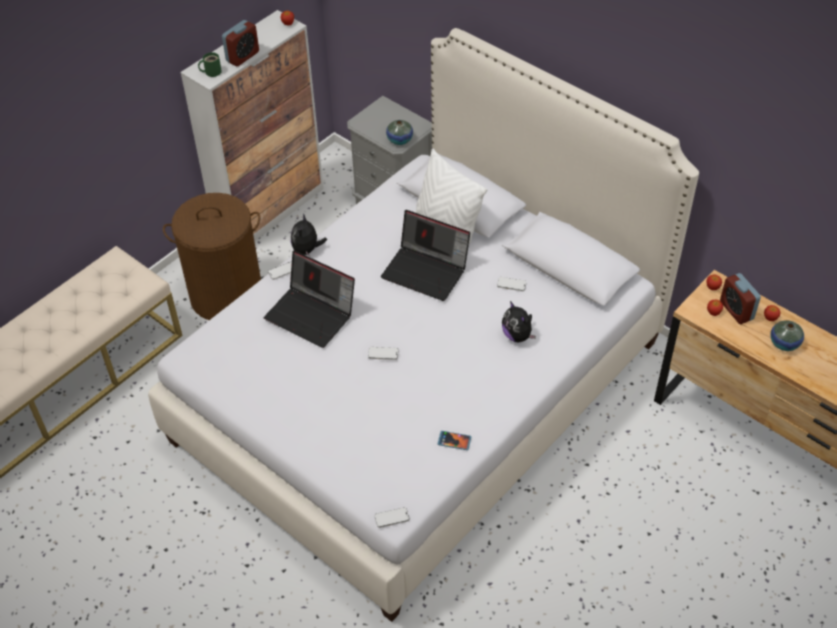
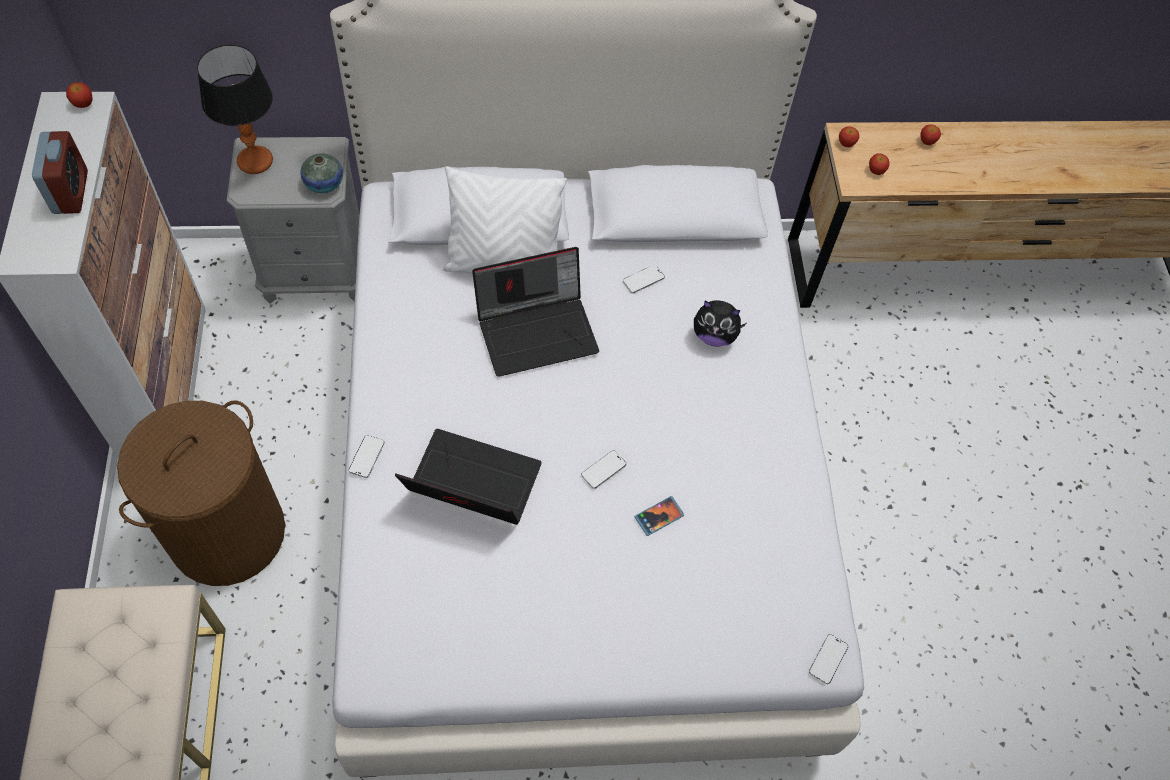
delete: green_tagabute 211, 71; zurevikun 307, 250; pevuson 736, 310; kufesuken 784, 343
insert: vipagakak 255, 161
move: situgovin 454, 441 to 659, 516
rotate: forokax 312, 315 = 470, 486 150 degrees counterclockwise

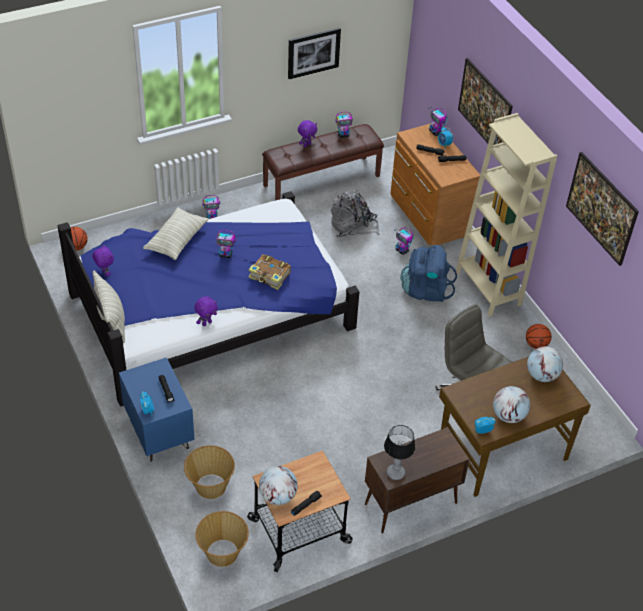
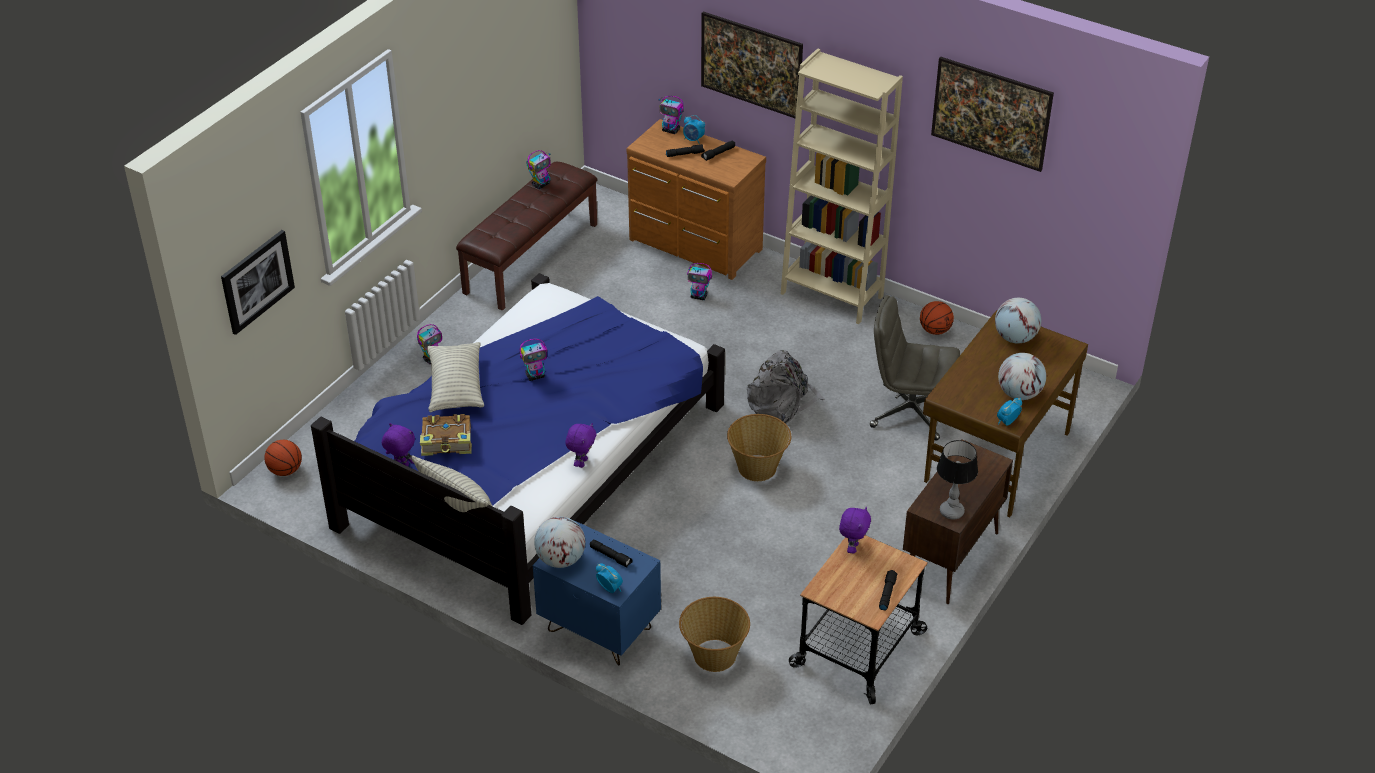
delete: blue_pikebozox 425, 290
move: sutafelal 313, 52 to 256, 281; purple_zurevikun 307, 145 to 852, 548; grey_pikebozox 353, 225 to 782, 403; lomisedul 270, 276 to 447, 442; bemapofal 277, 496 to 560, 559; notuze 222, 553 to 758, 468

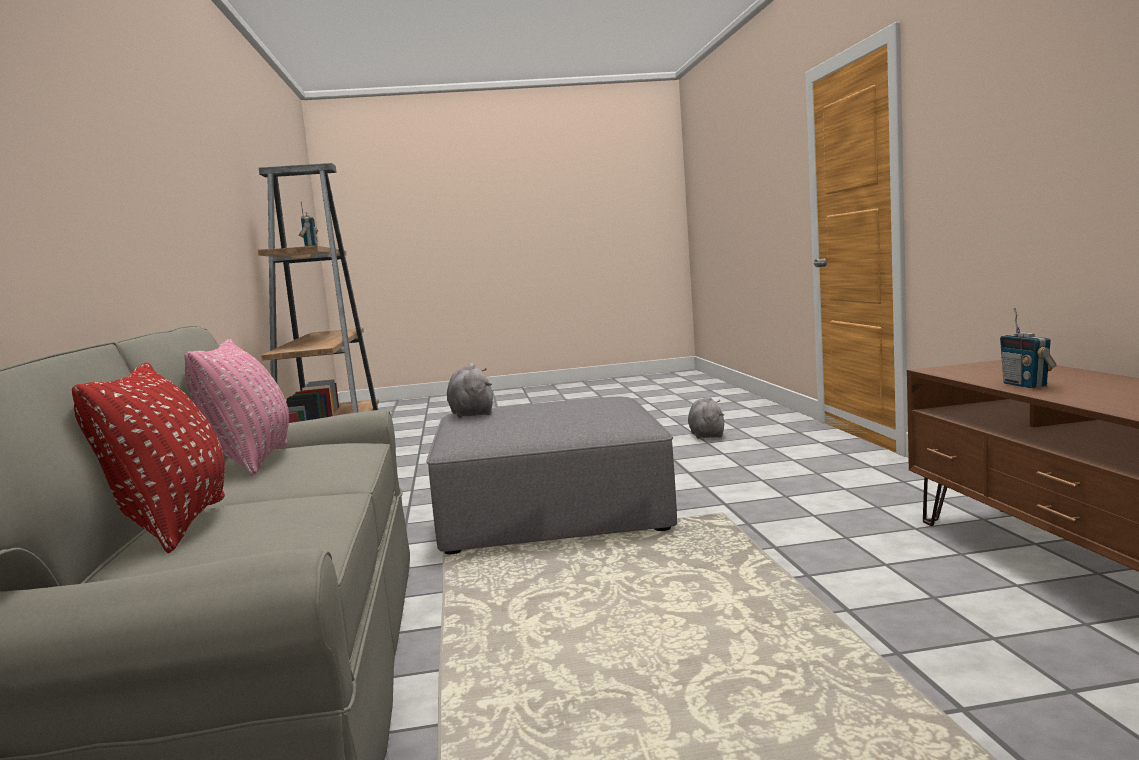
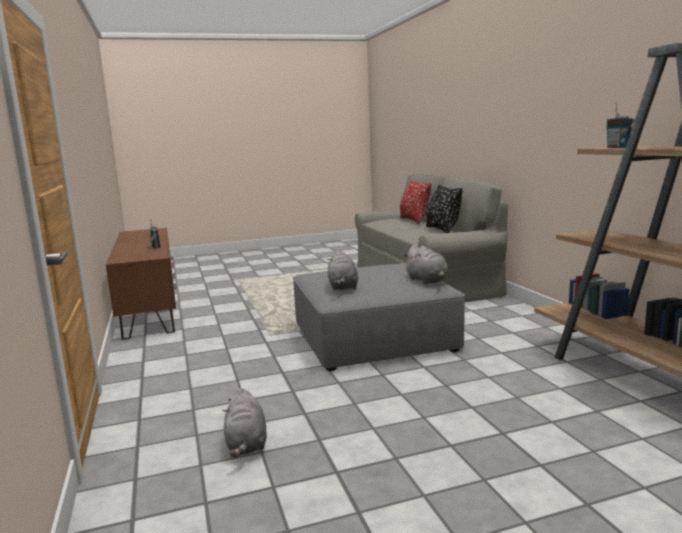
insert: grey_zurevikun 343, 287
recolor: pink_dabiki 251, 462 to black_dabiki 442, 229

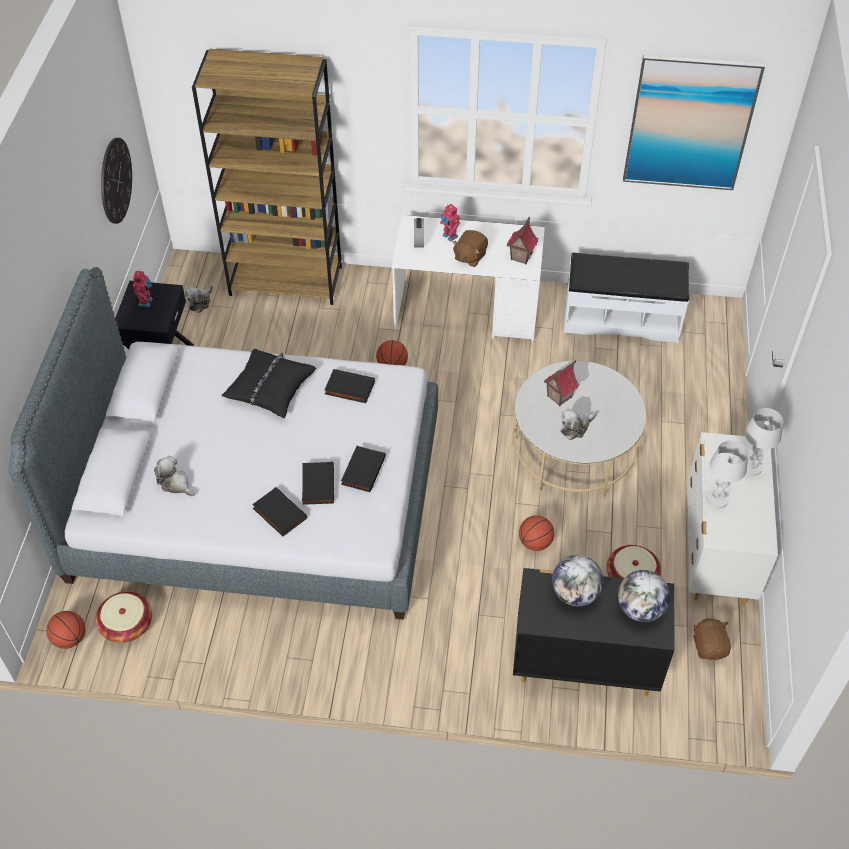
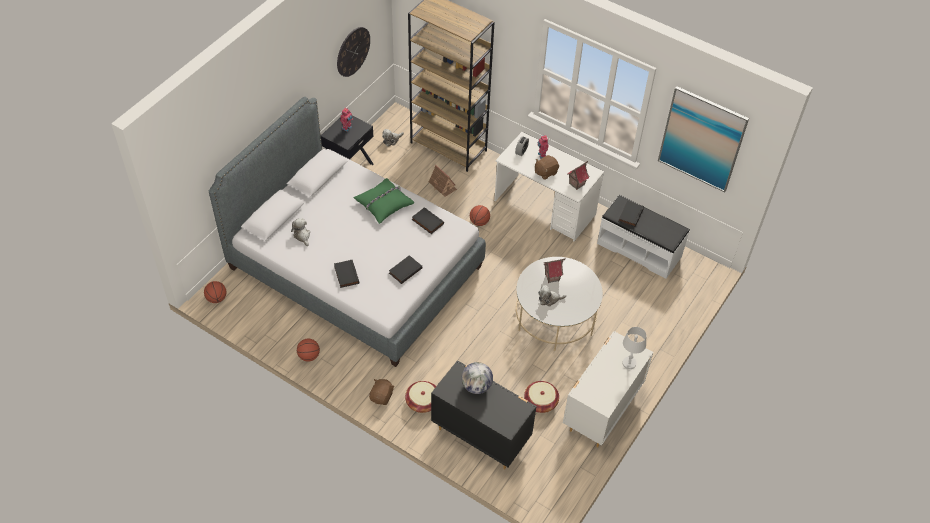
delete: white_vipagakak 717, 499; bemapofal 640, 608
insert: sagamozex 443, 186
move: black_lomisedul 317, 485 to 630, 214; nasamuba 535, 542 to 309, 356; notuze 127, 625 to 422, 402; brown_zurevikun 709, 646 to 382, 396
recolor: black_dabiki 270, 388 to green_dabiki 384, 204

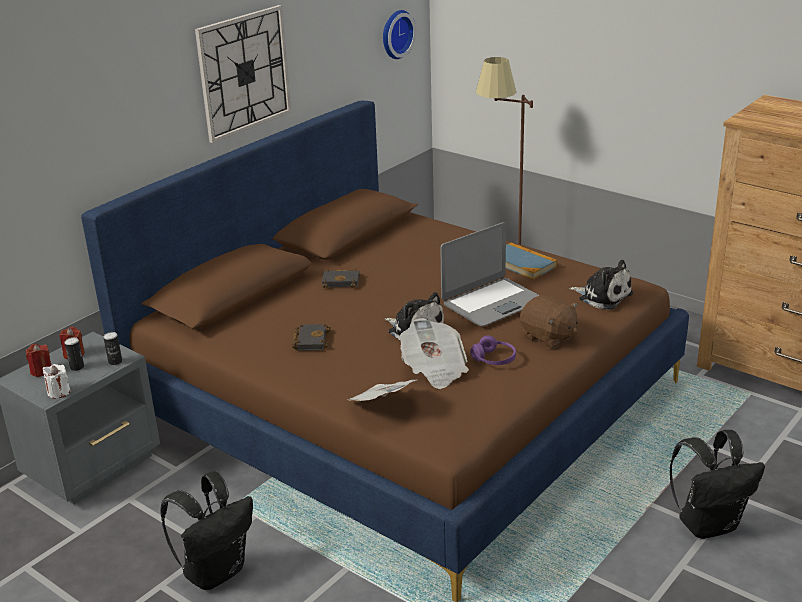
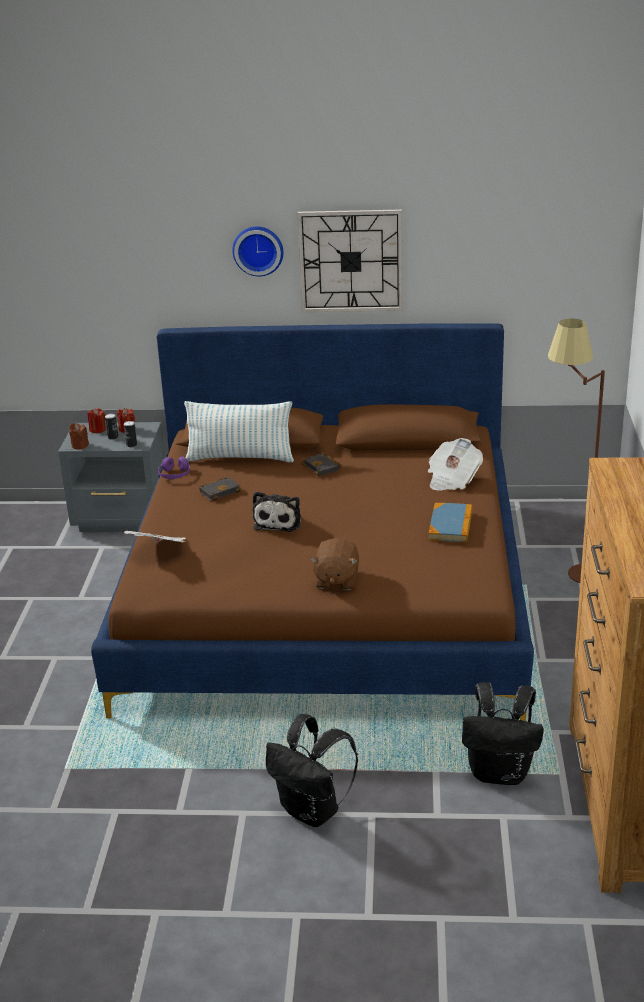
delete: forokax 492, 303; zurevikun 602, 296
insert: dabiki 240, 458
move: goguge 395, 34 to 258, 250; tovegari 434, 369 to 452, 479; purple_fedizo 494, 359 to 174, 475; black_pikebozox 215, 571 to 500, 772
recolor: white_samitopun 59, 392 to brown_samitopun 80, 445

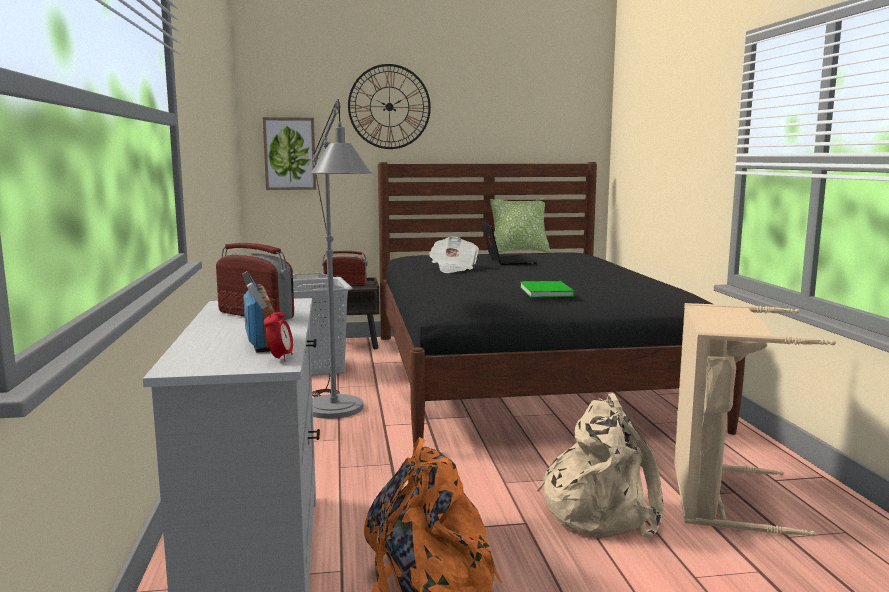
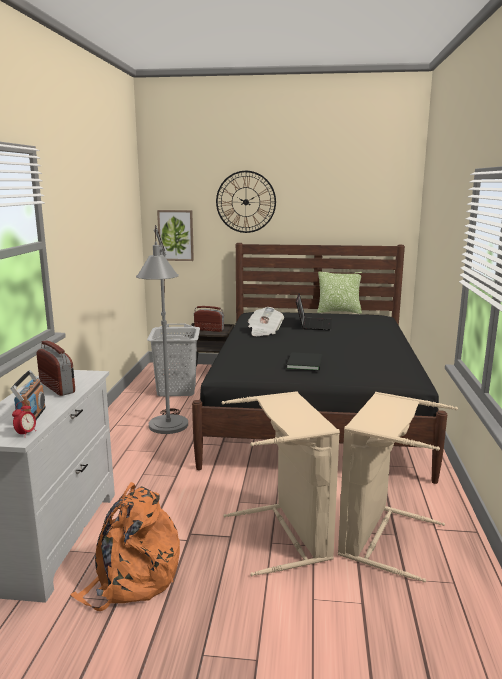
replace: beige_pikebozox 601, 511 to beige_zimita 287, 535
recolor: green_lomisedul 547, 291 to black_lomisedul 306, 362

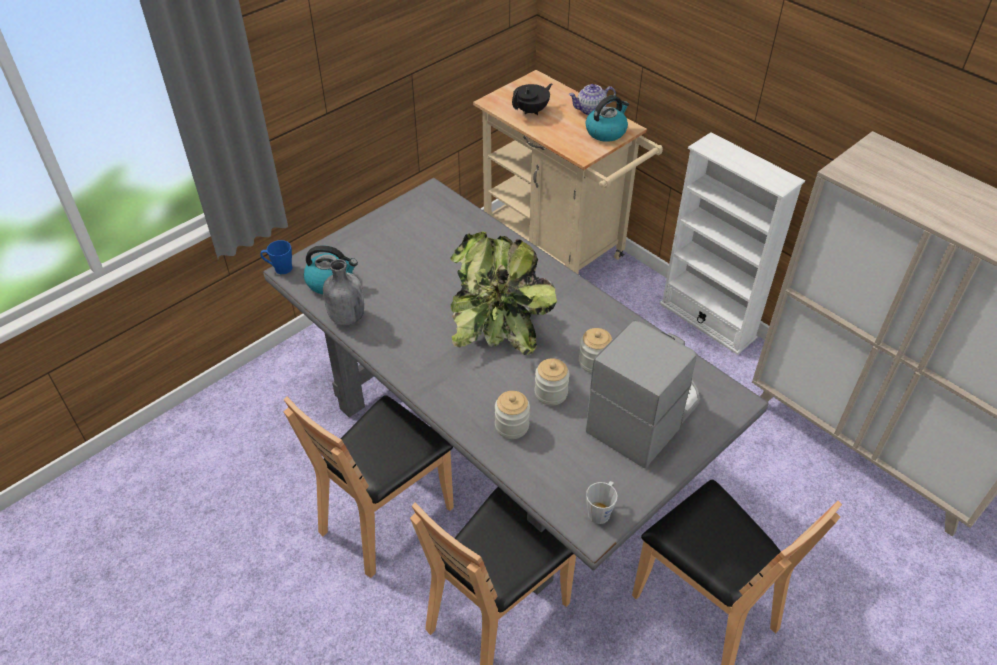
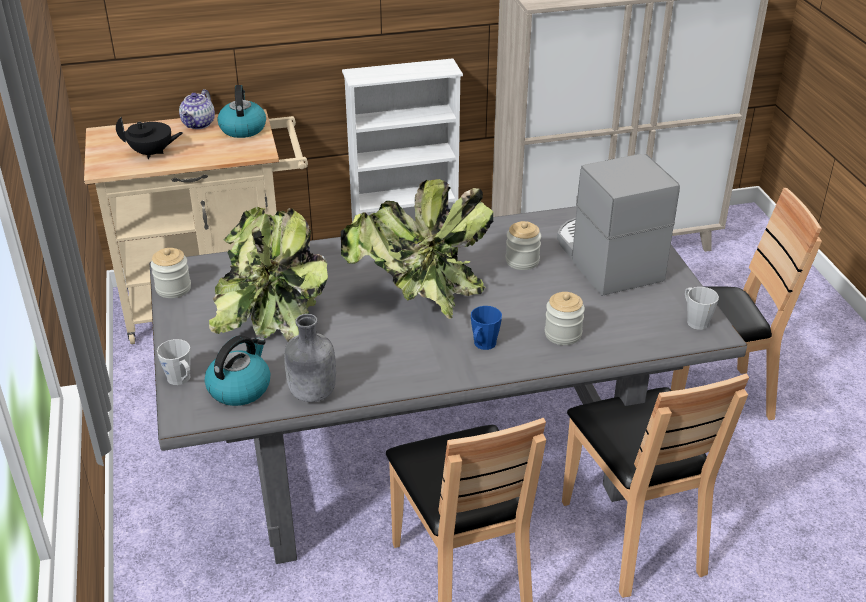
insert: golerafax 272, 316; grey_tagabute 181, 380
move: blue_tagabute 279, 268 to 483, 345; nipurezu 551, 393 to 173, 288
rotate: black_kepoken 531, 110 = 152, 153 105 degrees clockwise

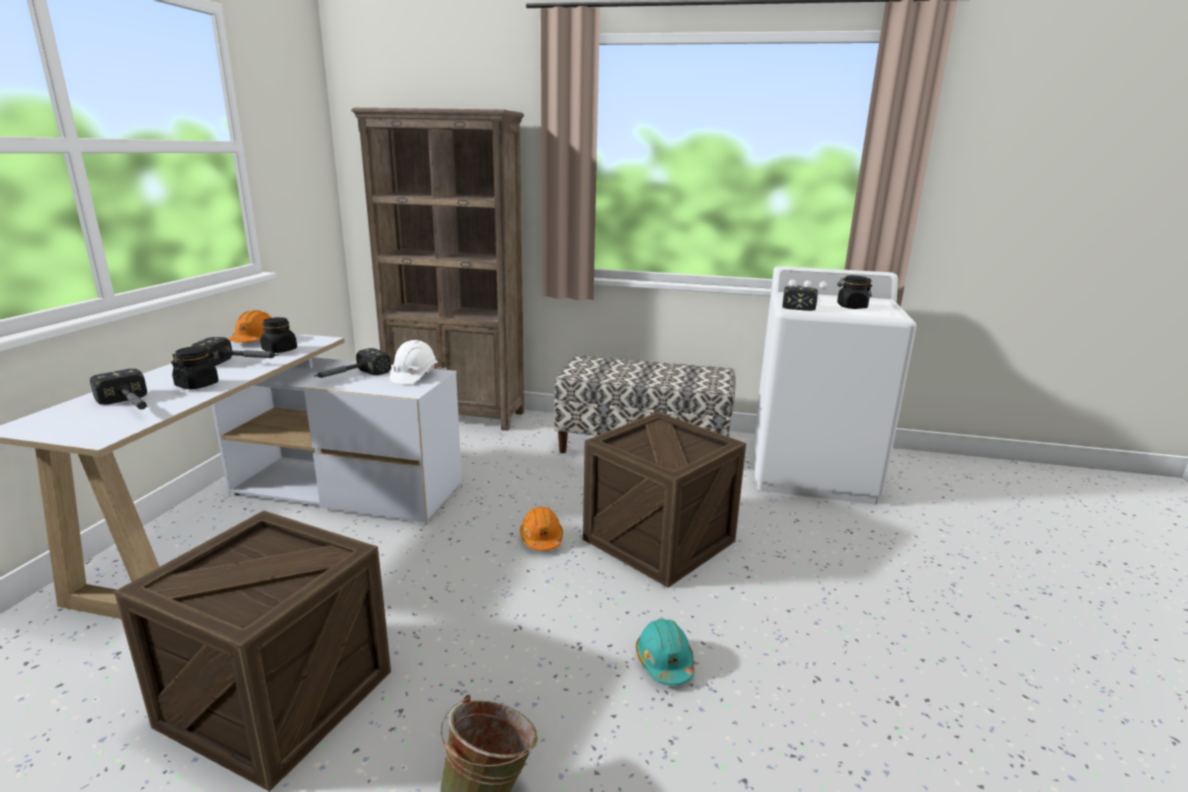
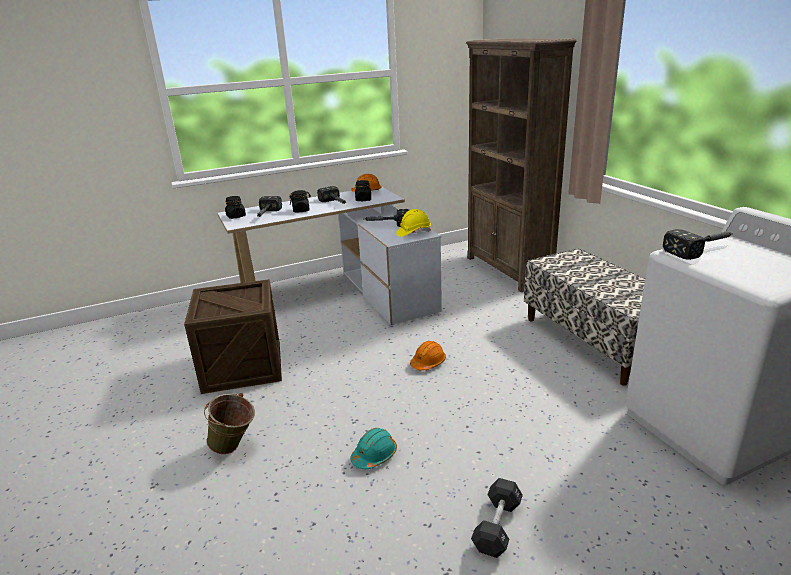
delete: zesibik 659, 540
insert: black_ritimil 497, 526
move: black_nipurezu 851, 307 to 236, 216
recolor: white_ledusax 414, 376 to yellow_ledusax 413, 232

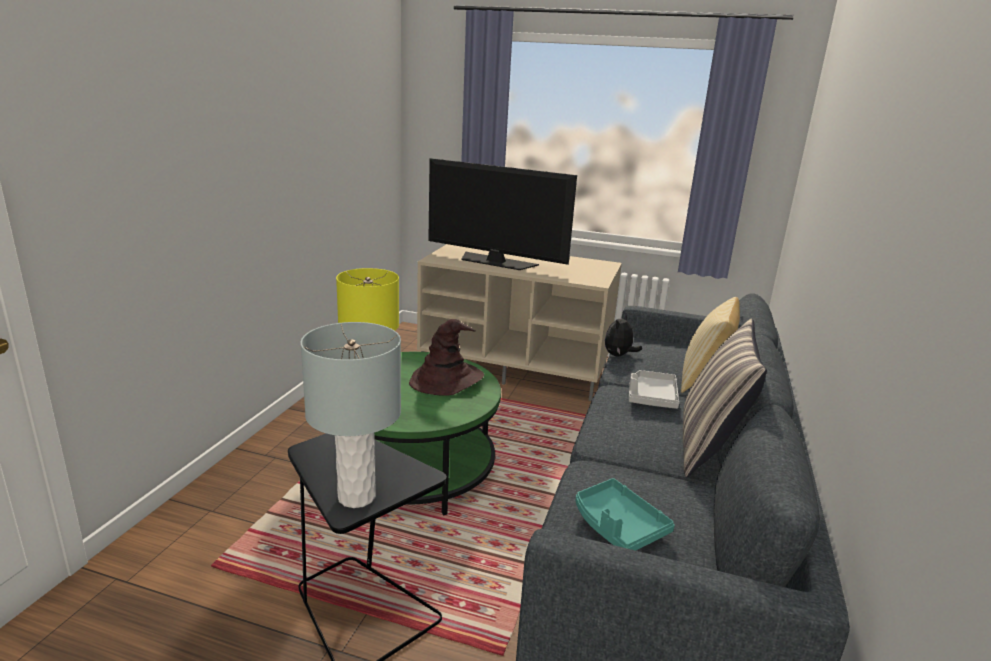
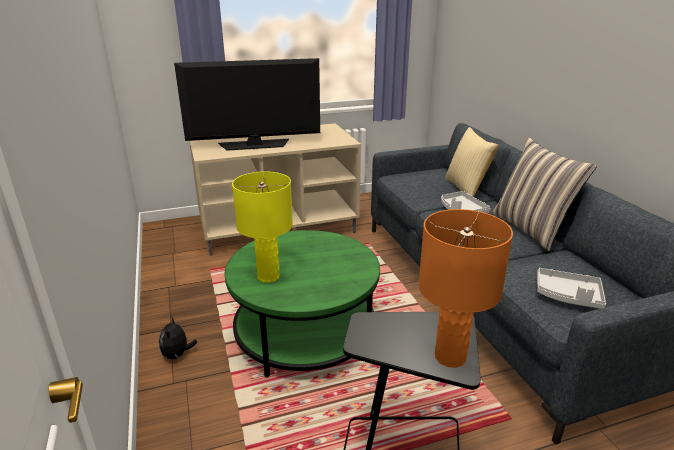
delete: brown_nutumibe 446, 380
move: zurevikun 619, 355 to 177, 355
recolor: grey_vipagakak 357, 496 to orange_vipagakak 450, 356; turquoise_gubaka 617, 526 to grey_gubaka 568, 296

